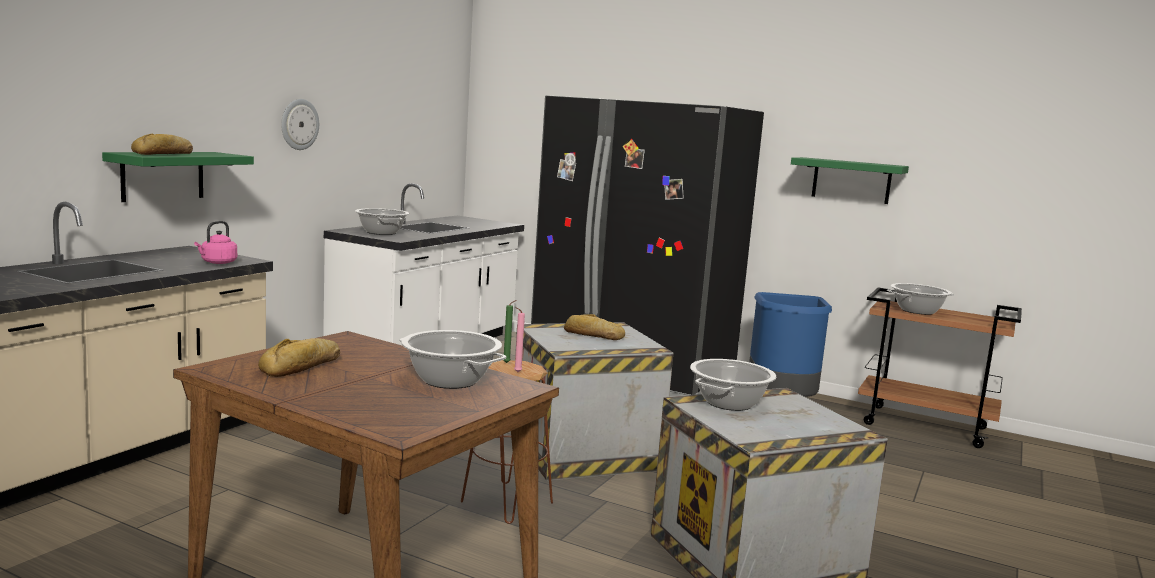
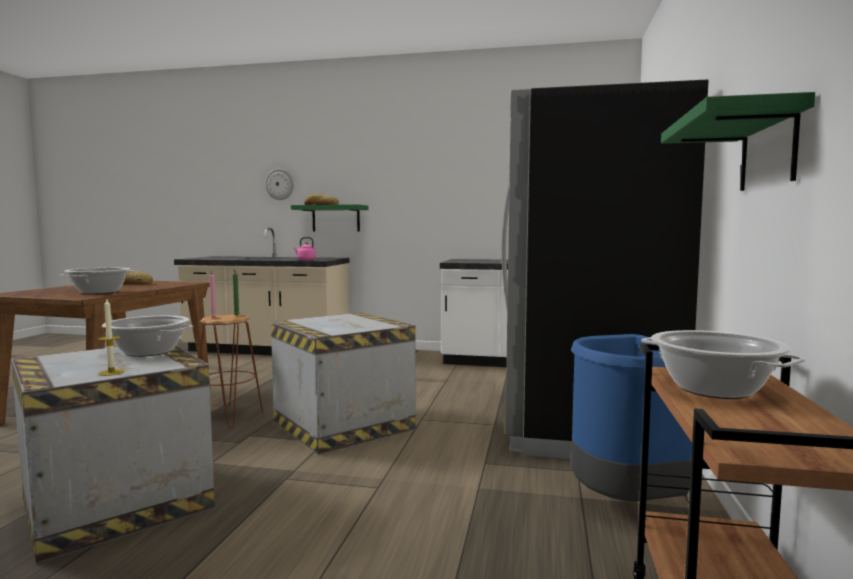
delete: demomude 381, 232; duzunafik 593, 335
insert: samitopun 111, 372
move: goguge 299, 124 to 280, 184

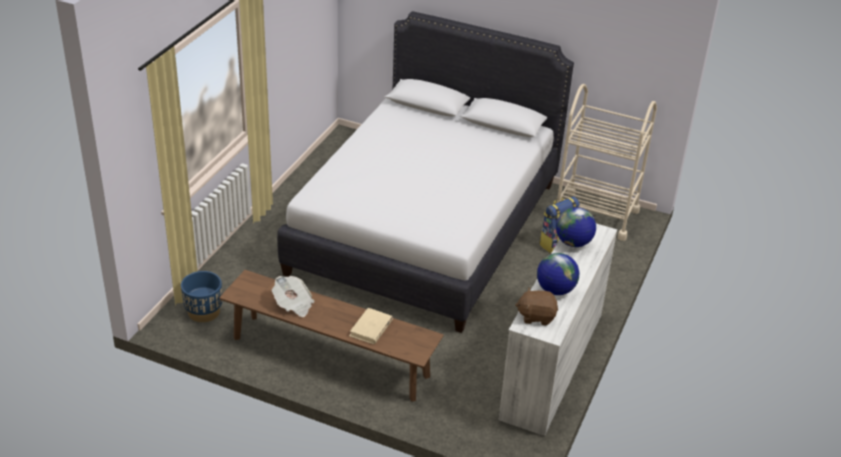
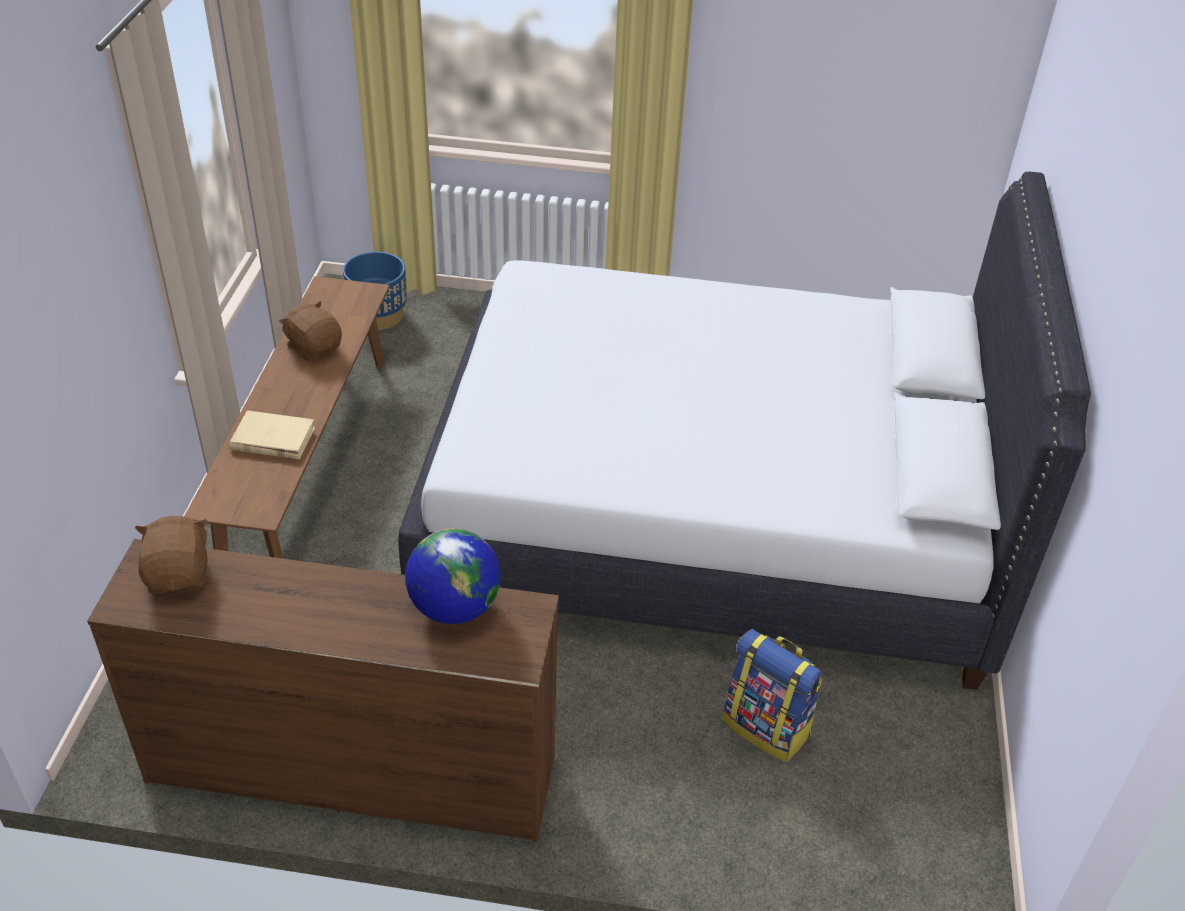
delete: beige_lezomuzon 595, 215; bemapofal 555, 290
replace: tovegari 293, 304 to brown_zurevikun 314, 347
recolor: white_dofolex 551, 365 to brown_dofolex 352, 768

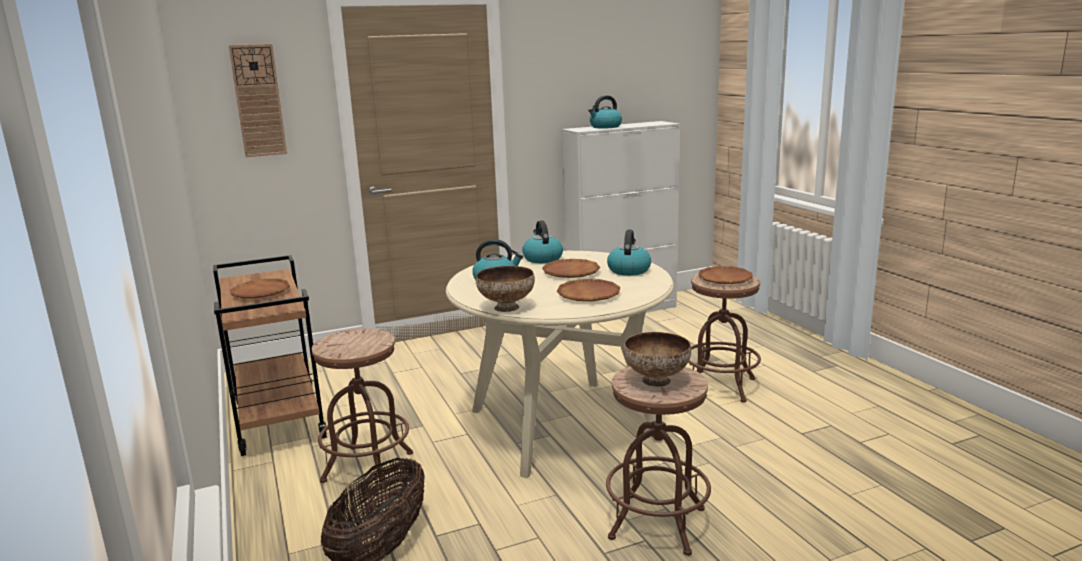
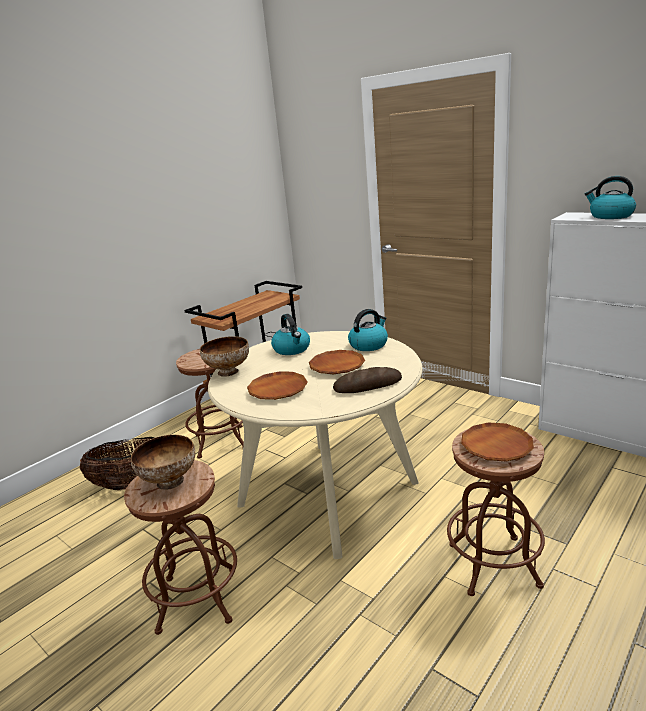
delete: goguge 258, 101; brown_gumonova 260, 293
replace: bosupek 628, 270 to duzunafik 367, 385

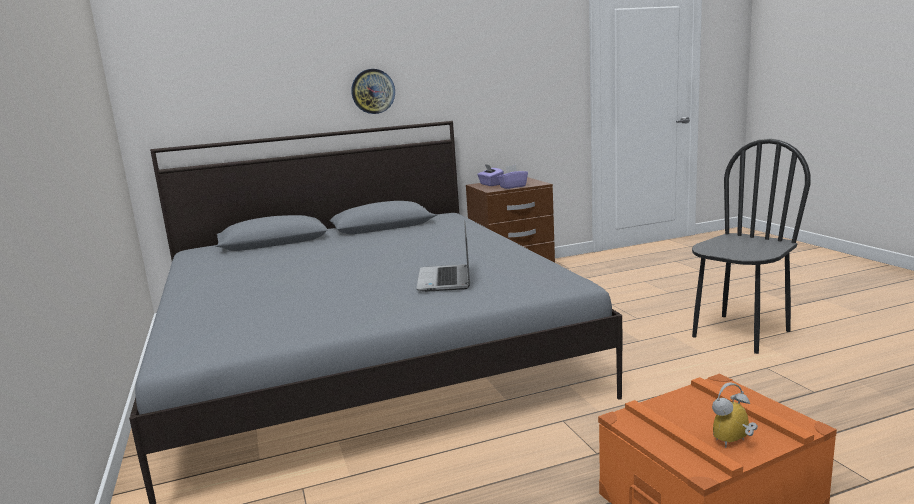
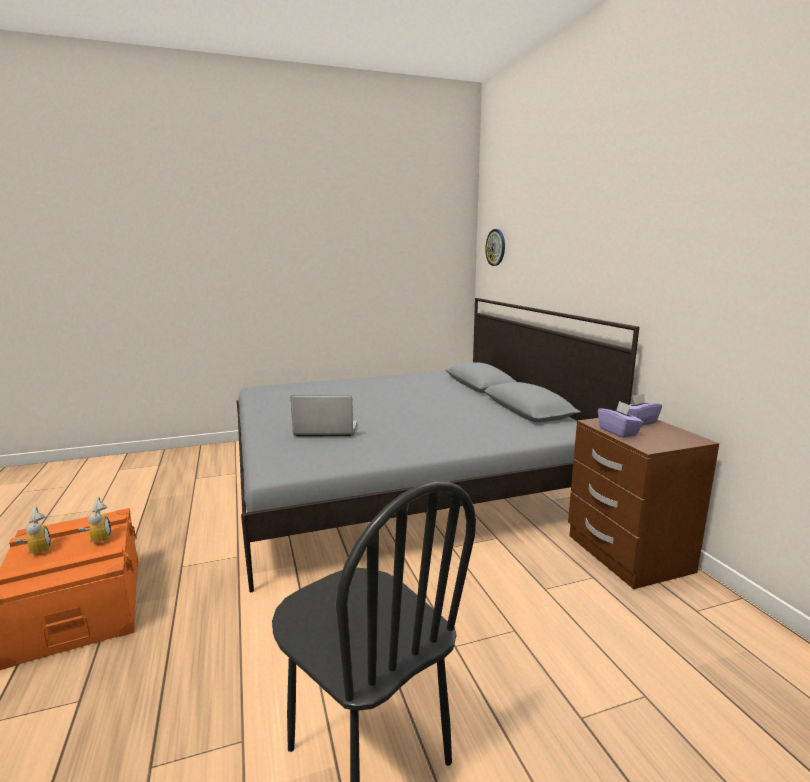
insert: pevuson 97, 539
move: goguge 373, 91 to 496, 247

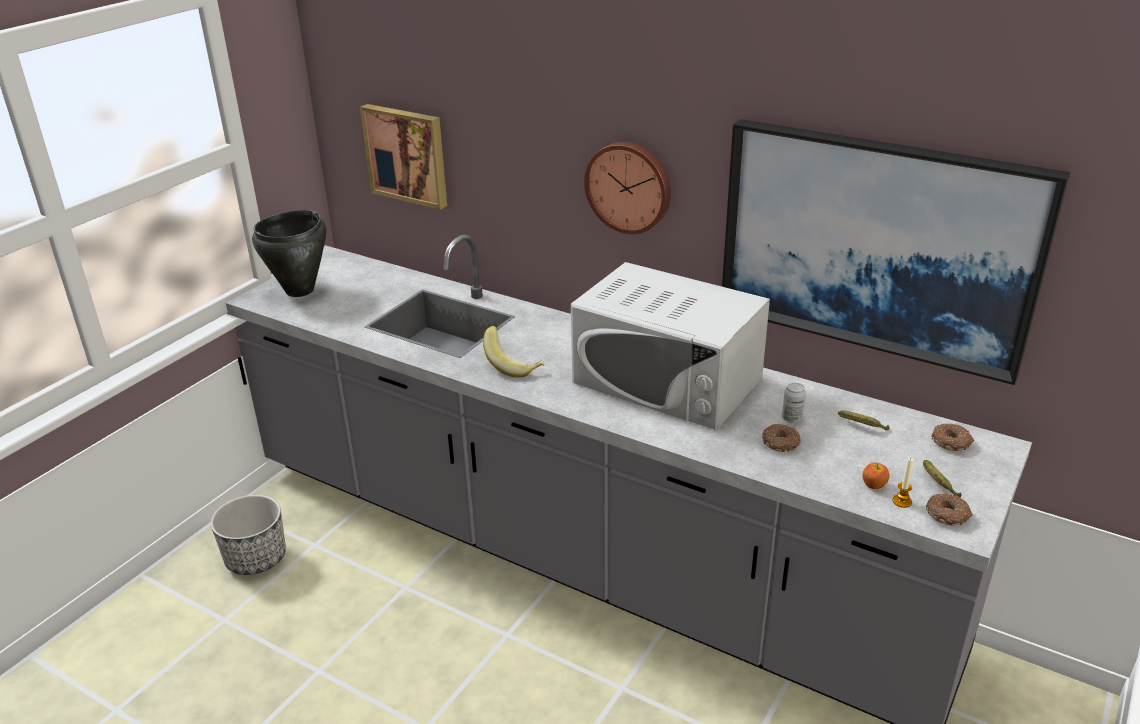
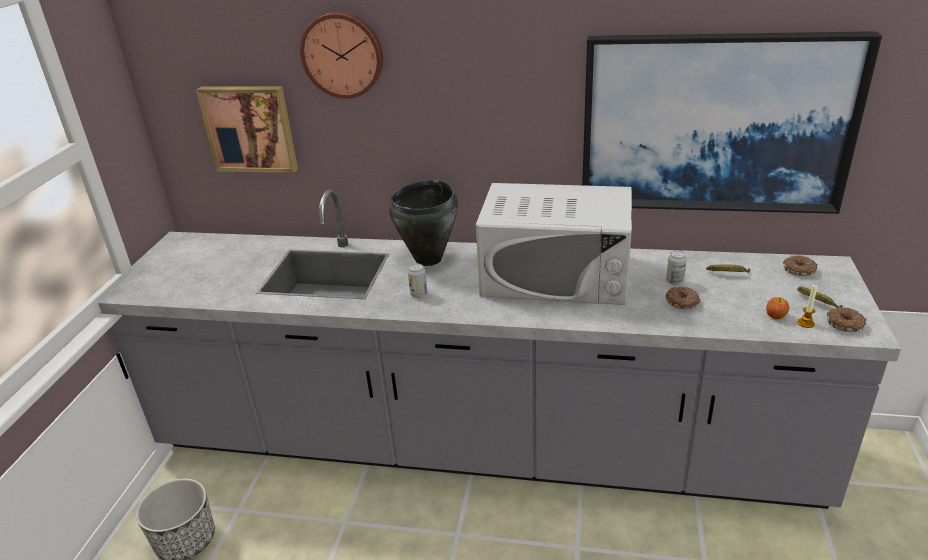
move: goguge 629, 186 to 343, 54; black_demomude 300, 290 to 429, 259
replace: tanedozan 514, 366 to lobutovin 418, 294

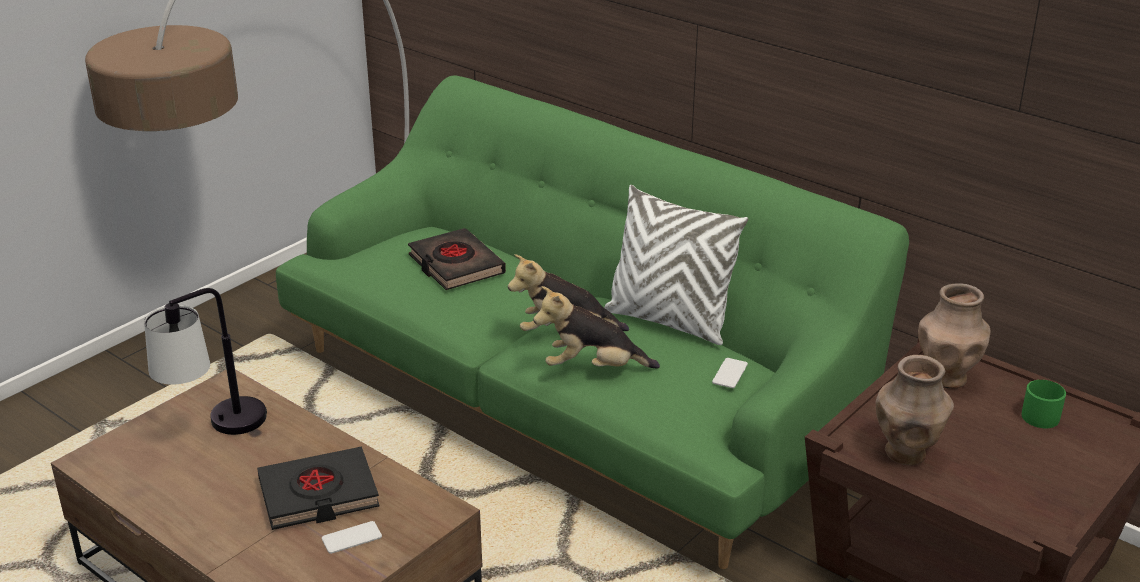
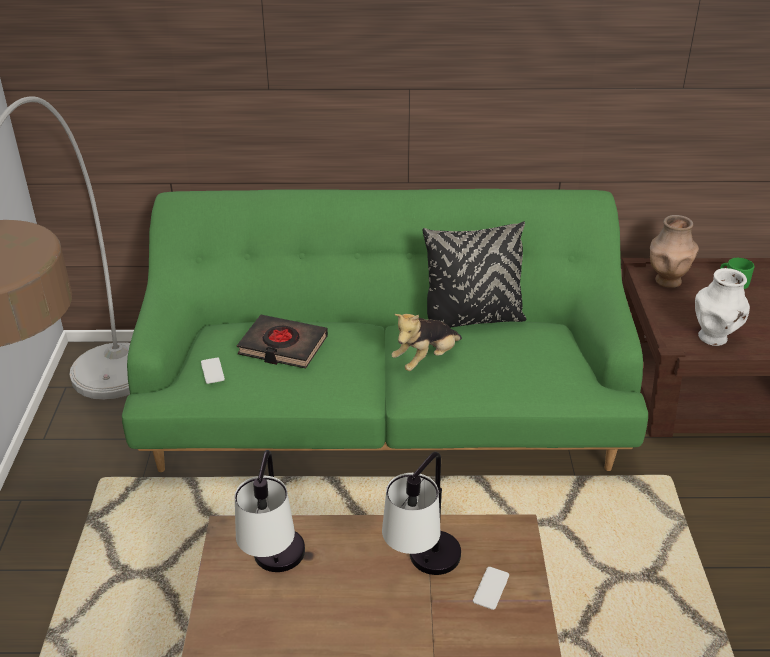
delete: zurevikun 593, 368
move: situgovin 730, 374 to 212, 371
replace: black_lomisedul 318, 495 to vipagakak 423, 572
recolor: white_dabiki 669, 321 to black_dabiki 472, 319; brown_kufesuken 906, 453 to white_kufesuken 713, 338

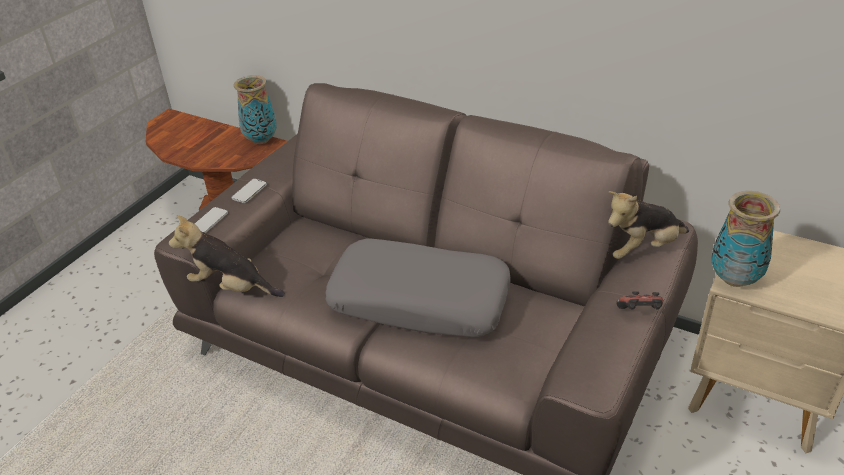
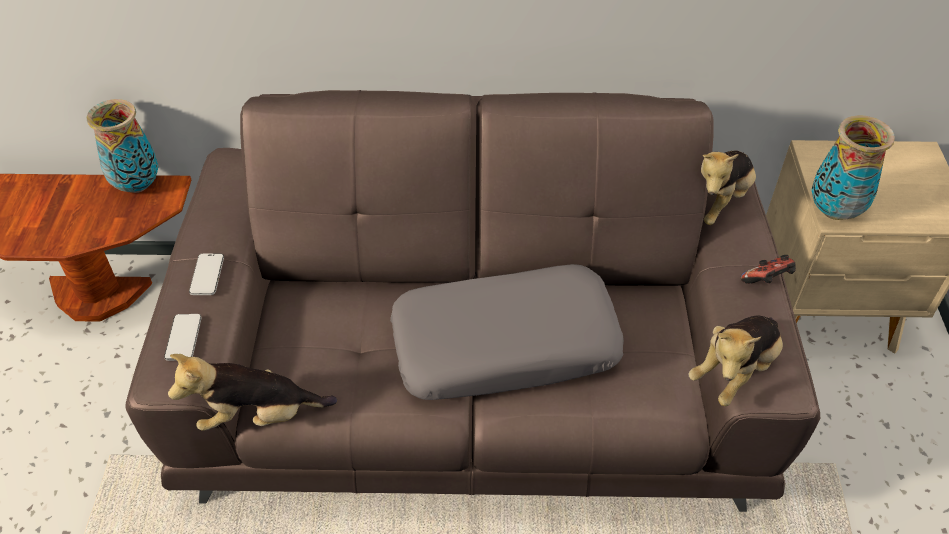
insert: zurevikun 734, 371

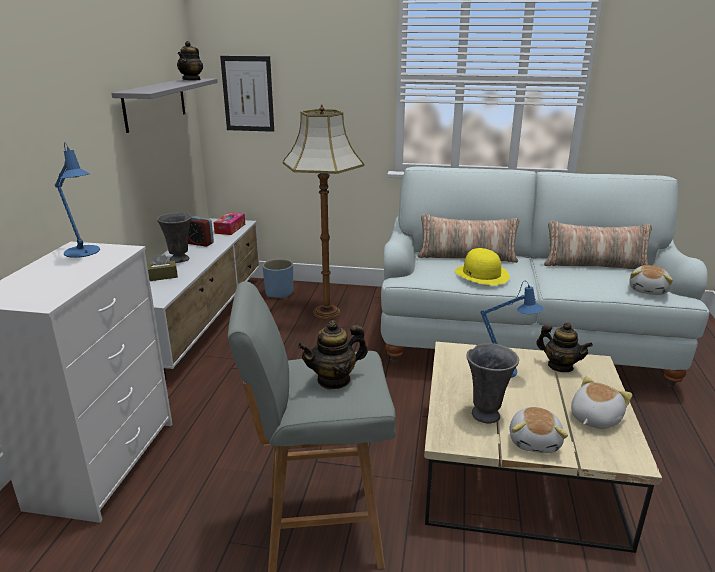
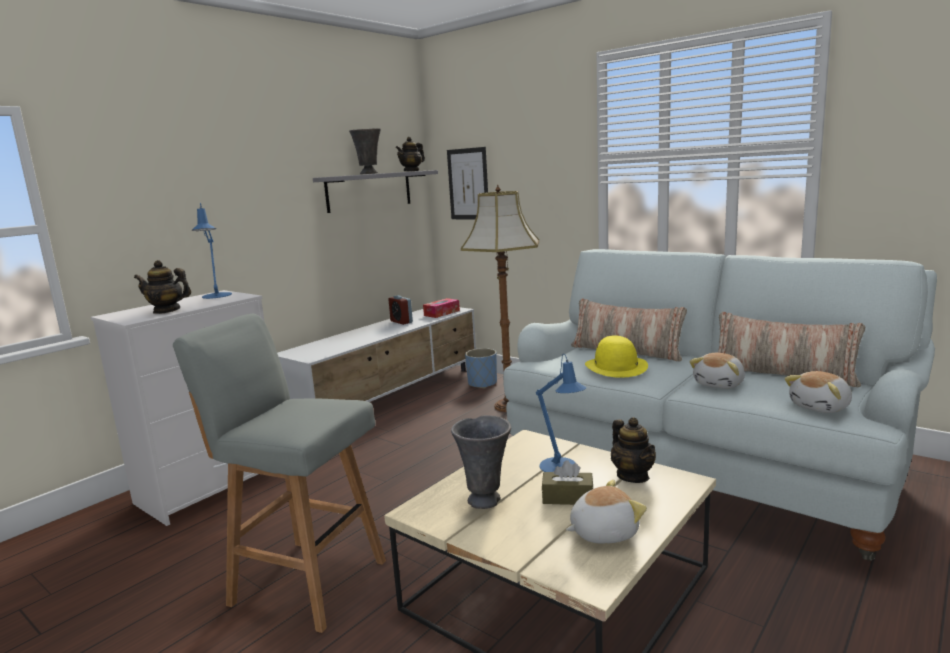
move: grey_kufesuken 180, 259 to 369, 174; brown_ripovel 162, 276 to 567, 498; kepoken 334, 380 to 167, 310; zurevikun 535, 441 to 720, 384

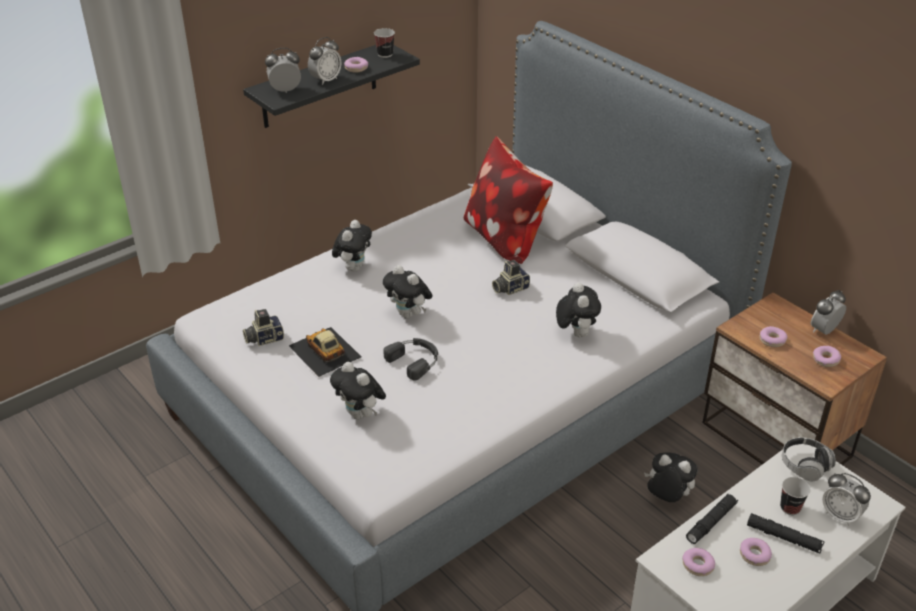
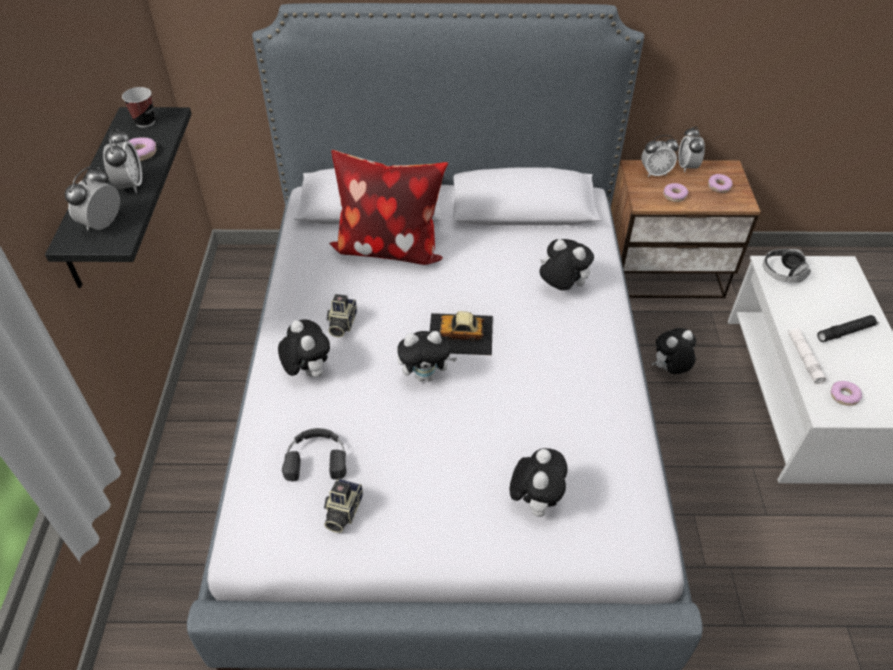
delete: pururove 790, 508; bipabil 754, 555
move: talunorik 509, 288 to 341, 324; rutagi 324, 351 to 461, 334; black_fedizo 415, 360 to 316, 457; pevuson 840, 515 to 655, 173
recolor: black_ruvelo 711, 522 to white_ruvelo 804, 359
rotate: zurevikun 360, 414 = 535, 501 75 degrees counterclockwise

